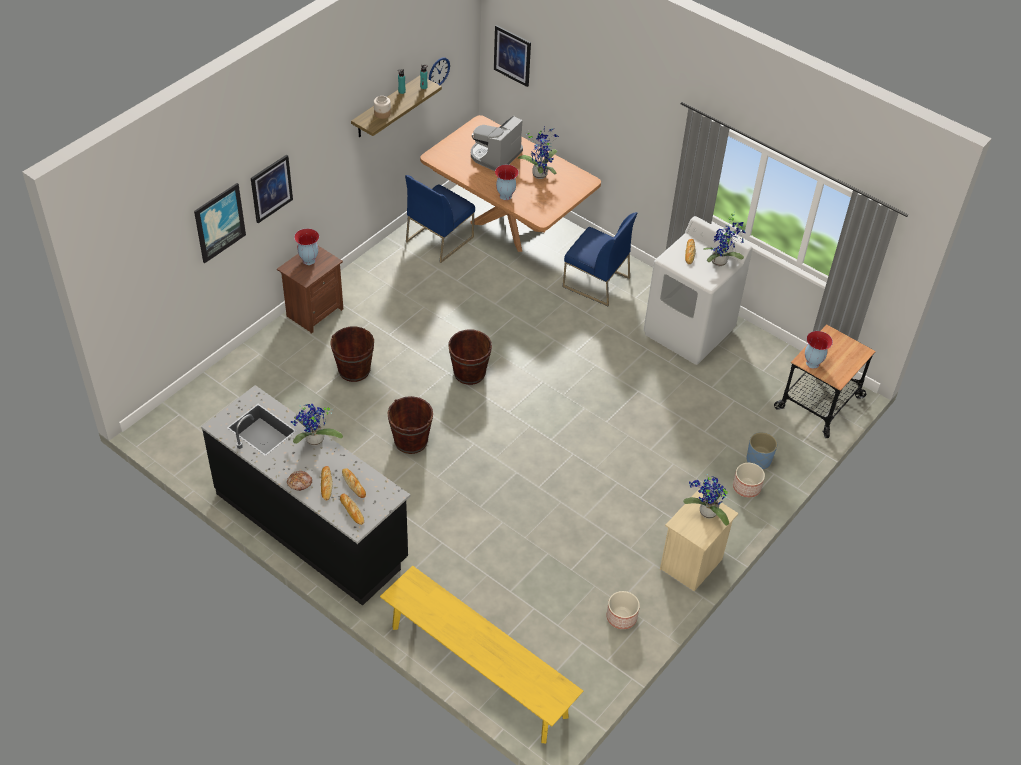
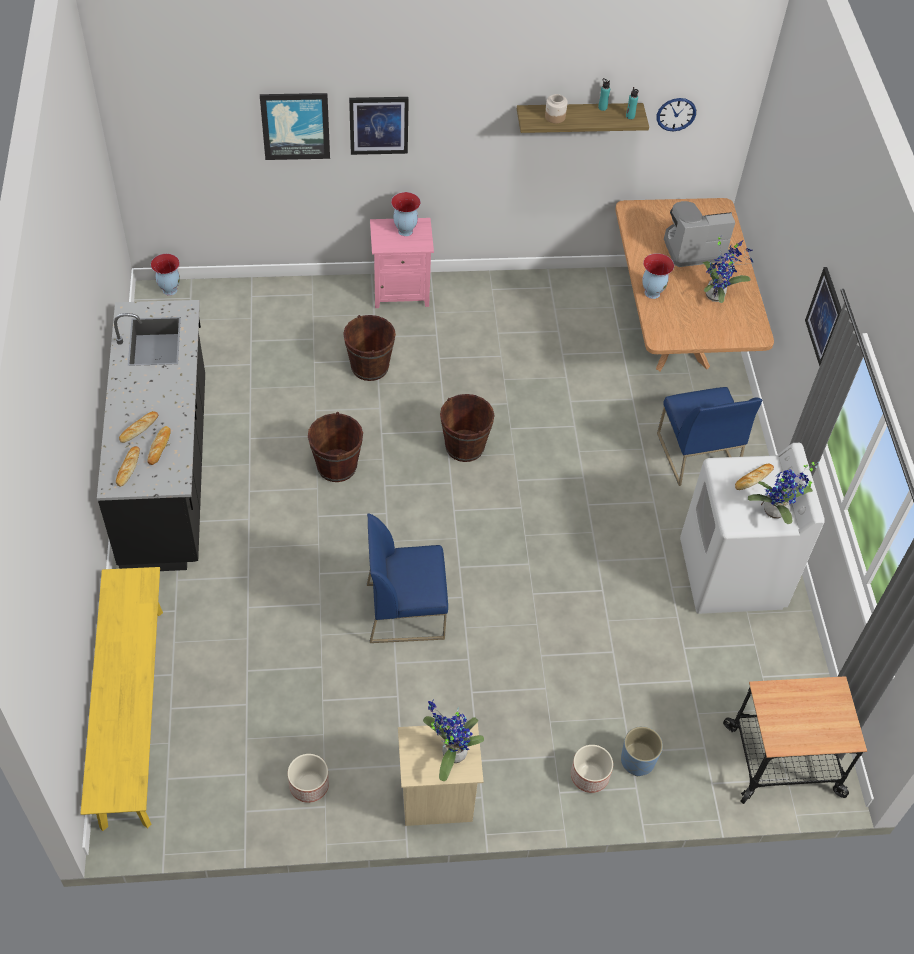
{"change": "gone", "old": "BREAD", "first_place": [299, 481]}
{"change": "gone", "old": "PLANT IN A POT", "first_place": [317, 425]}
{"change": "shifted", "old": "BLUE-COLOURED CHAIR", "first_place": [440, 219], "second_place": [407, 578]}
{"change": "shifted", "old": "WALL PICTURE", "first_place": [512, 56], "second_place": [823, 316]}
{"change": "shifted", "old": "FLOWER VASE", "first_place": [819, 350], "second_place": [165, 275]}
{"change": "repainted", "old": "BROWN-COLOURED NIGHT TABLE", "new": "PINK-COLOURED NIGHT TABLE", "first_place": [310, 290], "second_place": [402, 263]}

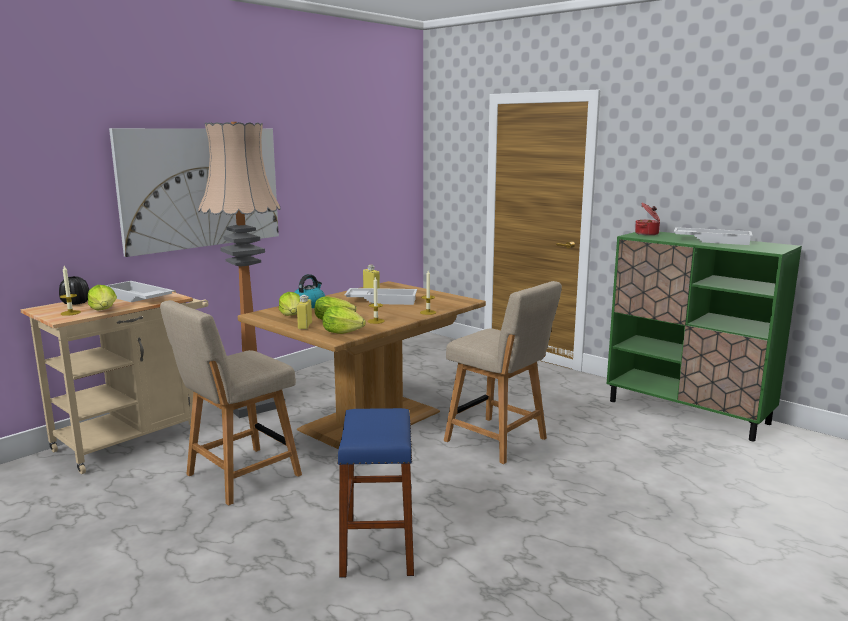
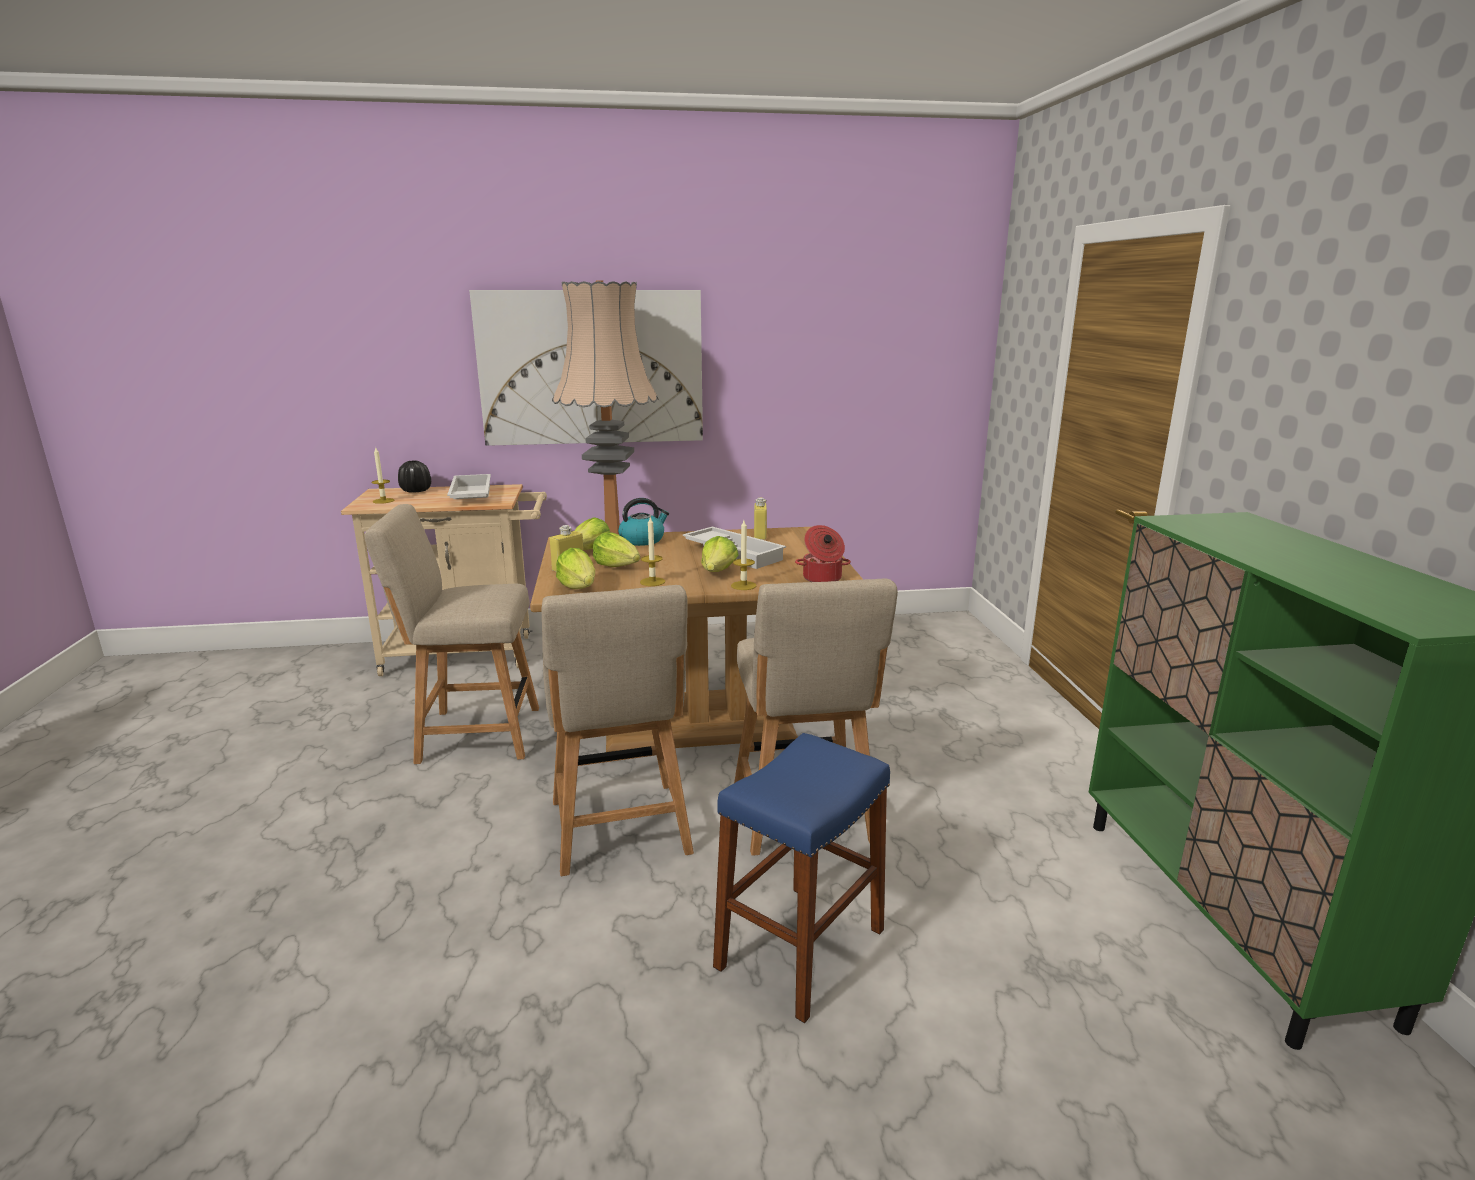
{"change": "gone", "old": "WHITISH TRAY", "first_place": [713, 236]}
{"change": "new", "new": "BEIGE CHAIR", "second_place": [617, 730]}
{"change": "shifted", "old": "HEAD OF LETTUCE", "first_place": [102, 298], "second_place": [720, 554]}
{"change": "shifted", "old": "BLUE-COLOURED STOOL", "first_place": [375, 493], "second_place": [801, 878]}
{"change": "shifted", "old": "SAUCEPOT", "first_place": [647, 219], "second_place": [823, 553]}

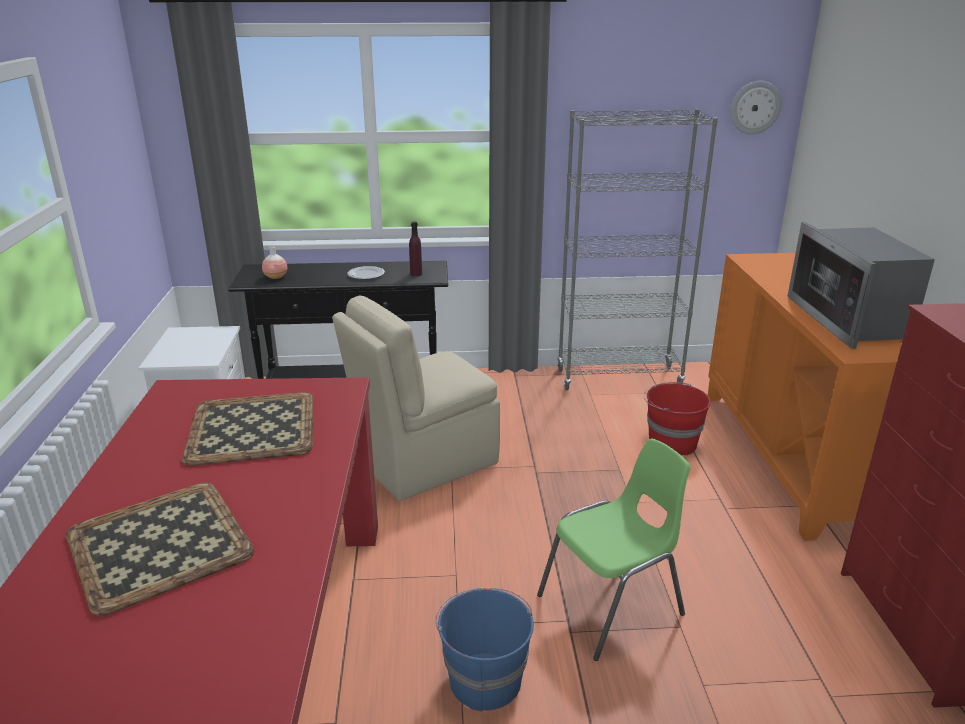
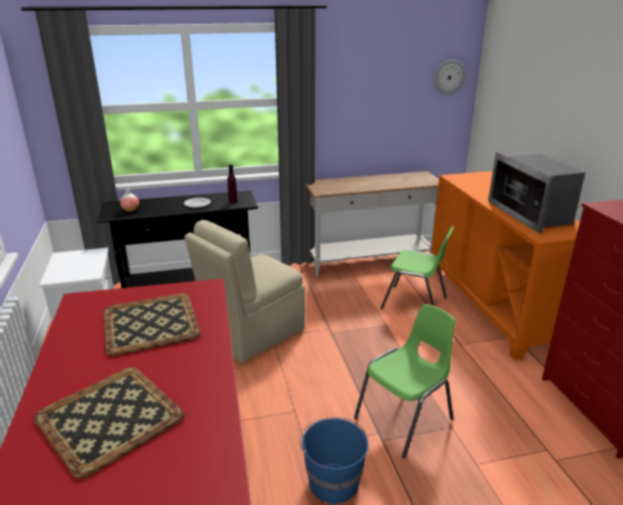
{"change": "swapped", "old": "GREY SHELVING UNIT", "new": "WHITISH NARROW TABLE", "first_place": [637, 249], "second_place": [372, 224]}
{"change": "swapped", "old": "REDDISH WATER BUCKET", "new": "GREEN-COLOURED CHAIR", "first_place": [677, 419], "second_place": [417, 268]}

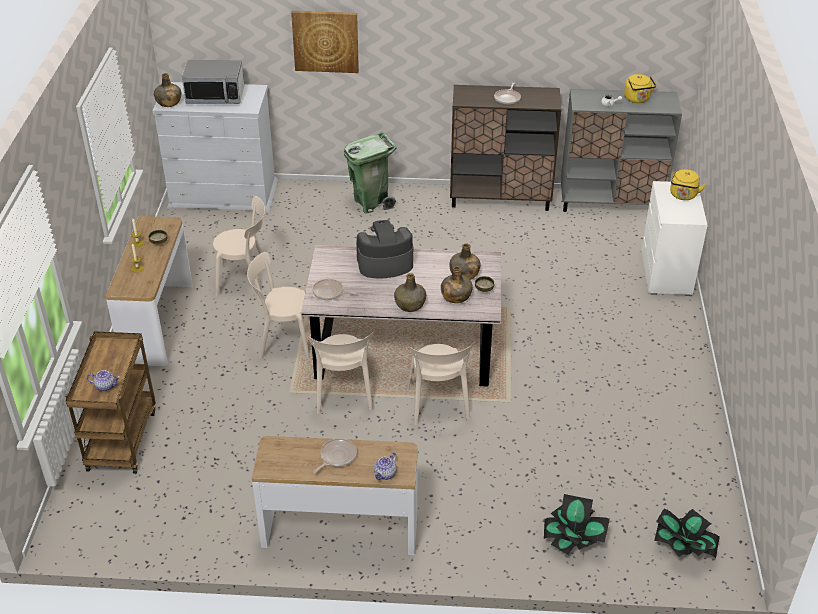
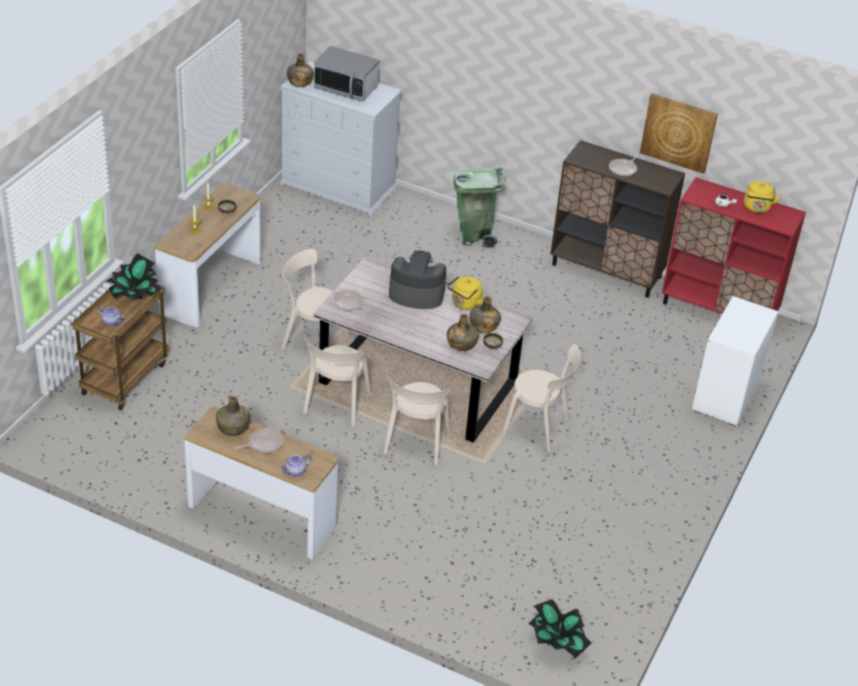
{"change": "shifted", "old": "BEIGE CHAIR", "first_place": [239, 246], "second_place": [541, 398]}
{"change": "shifted", "old": "WALL PICTURE", "first_place": [325, 42], "second_place": [679, 133]}
{"change": "shifted", "old": "GREEN-COLOURED BOTTLE", "first_place": [410, 292], "second_place": [233, 416]}
{"change": "shifted", "old": "PLANT IN A POT", "first_place": [577, 524], "second_place": [133, 276]}
{"change": "shifted", "old": "YELLOW WATER KETTLE", "first_place": [688, 184], "second_place": [465, 293]}
{"change": "repainted", "old": "GREY CUPBOARD", "new": "REDDISH CUPBOARD", "first_place": [621, 150], "second_place": [734, 245]}

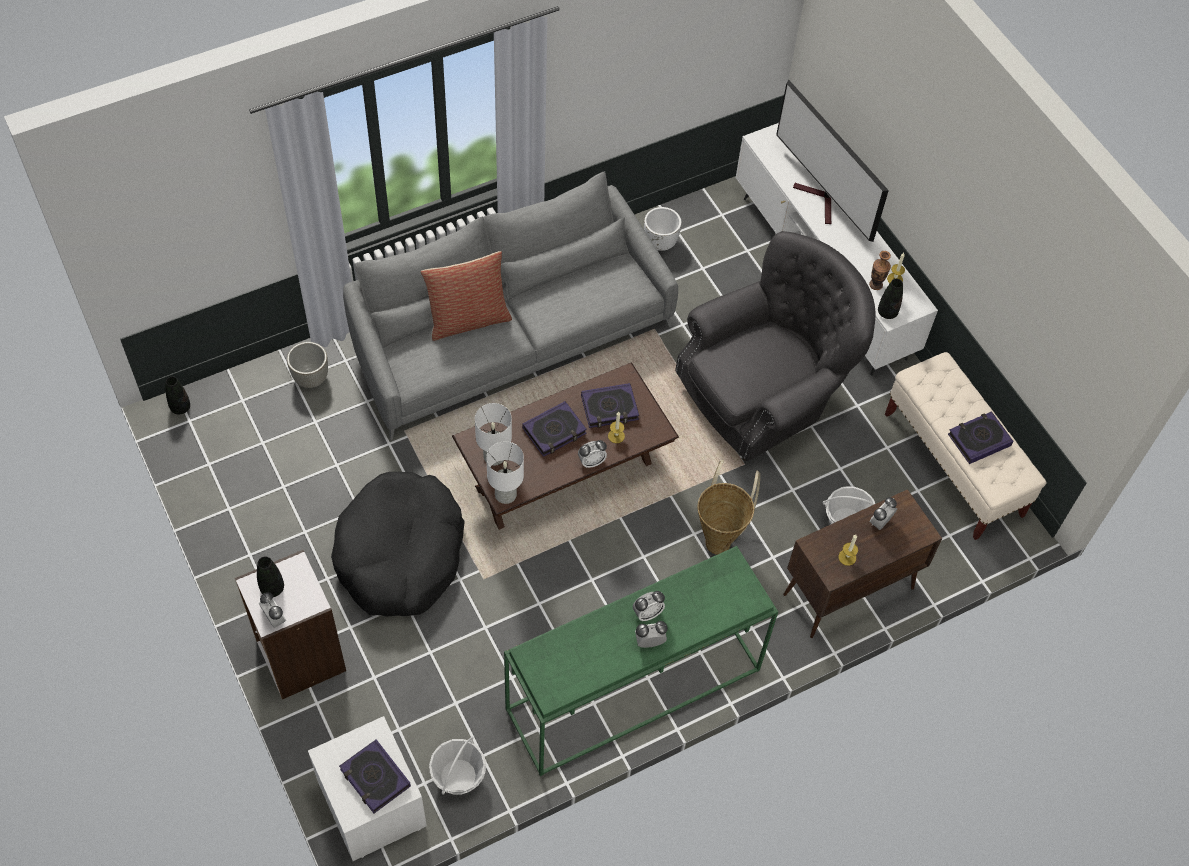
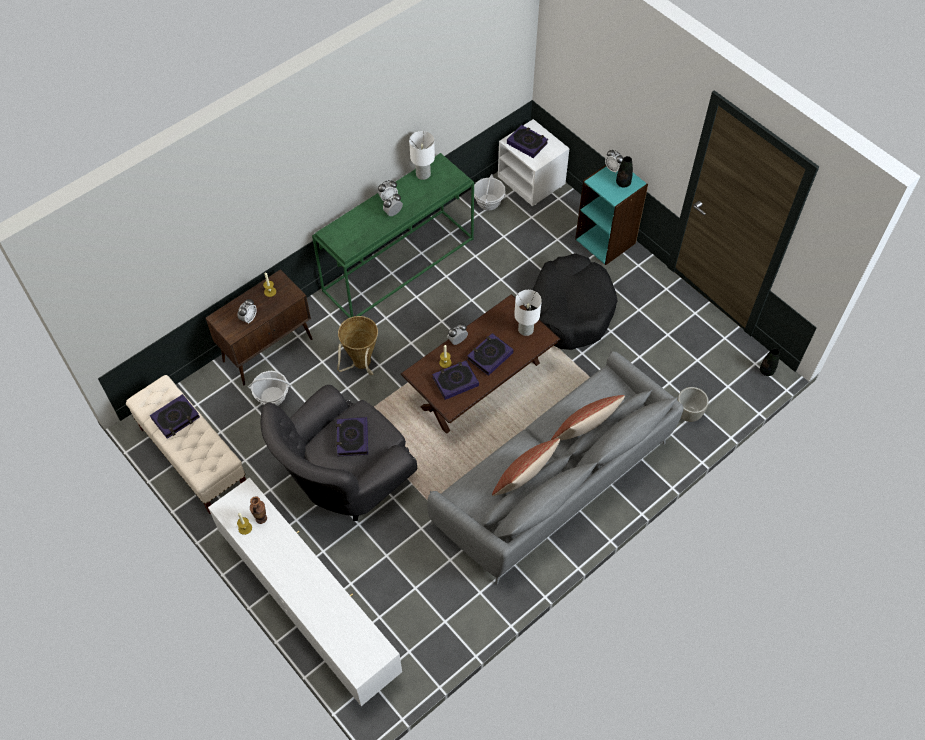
{"change": "gone", "old": "WHITISH FLOWER POT", "first_place": [663, 229]}
{"change": "gone", "old": "TV", "first_place": [832, 160]}
{"change": "gone", "old": "BLACK-COLOURED FLOWER VASE", "first_place": [890, 299]}
{"change": "new", "new": "BOOK", "second_place": [352, 436]}
{"change": "new", "new": "THROW PILLOW", "second_place": [526, 467]}
{"change": "shifted", "old": "WHITISH TABLE LAMP", "first_place": [505, 472], "second_place": [422, 155]}
{"change": "repainted", "old": "WHITISH SHELVING UNIT", "new": "BLUE-GREEN SHELVING UNIT", "first_place": [290, 624], "second_place": [611, 215]}

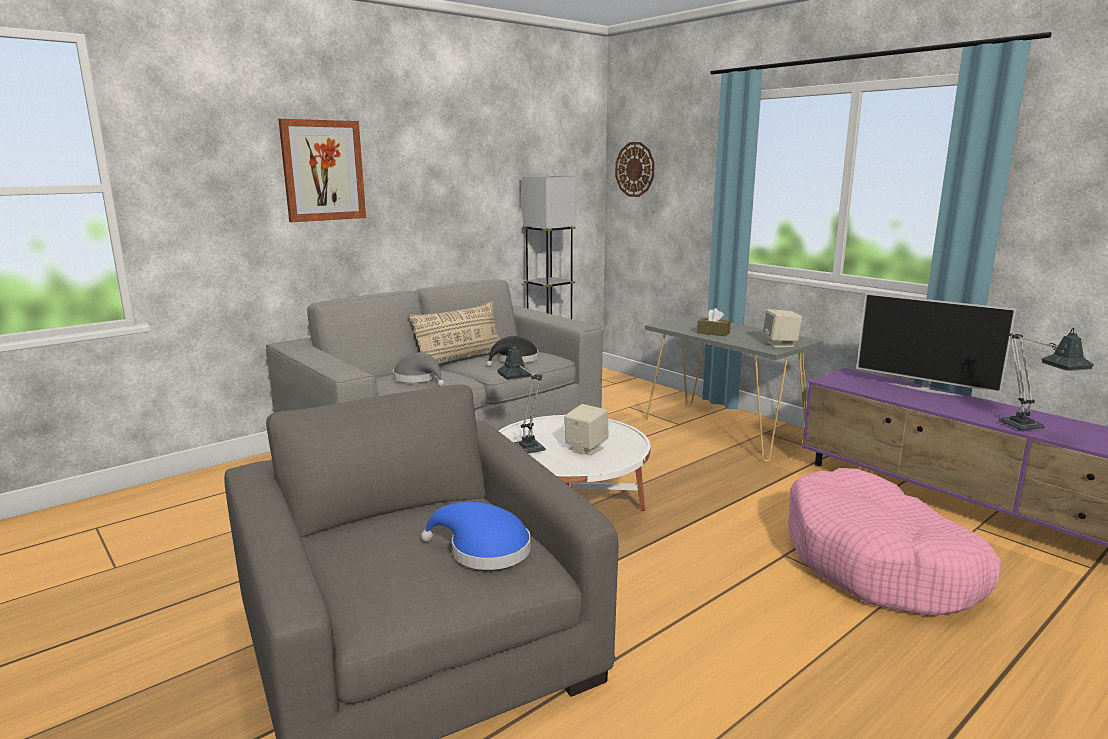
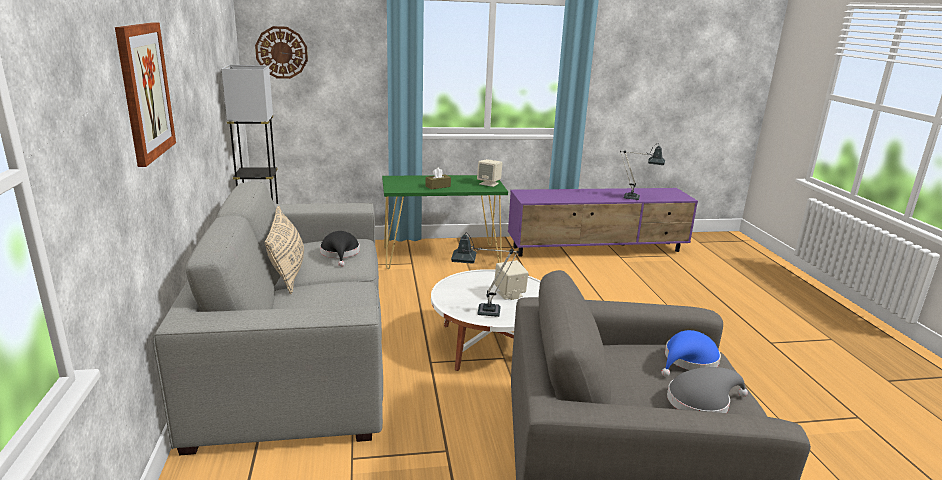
{"change": "gone", "old": "PINK-COLOURED DOG CUSHION", "first_place": [894, 542]}
{"change": "gone", "old": "TV", "first_place": [936, 345]}
{"change": "shifted", "old": "GREY CLOTHING HAT", "first_place": [419, 369], "second_place": [707, 390]}
{"change": "repainted", "old": "GREY NARROW TABLE", "new": "GREEN-COLOURED NARROW TABLE", "first_place": [734, 388], "second_place": [445, 222]}

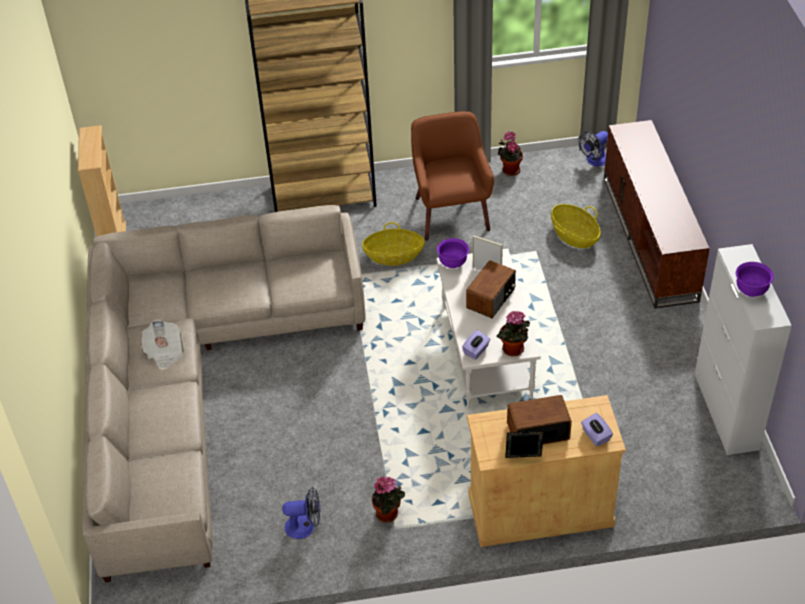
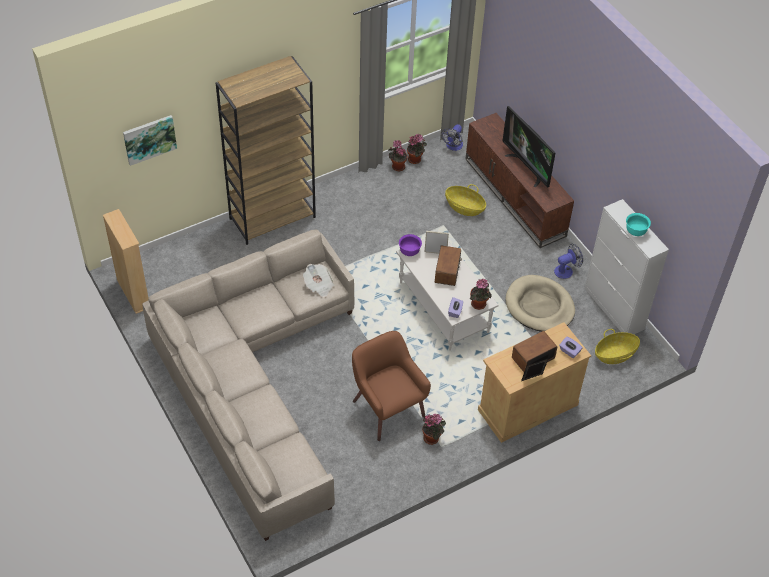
{"change": "new", "new": "WALL PICTURE", "second_place": [150, 140]}
{"change": "new", "new": "PLANT IN A POT", "second_place": [417, 149]}
{"change": "new", "new": "TV", "second_place": [529, 147]}
{"change": "new", "new": "BEIGE DOG CUSHION", "second_place": [540, 303]}
{"change": "shifted", "old": "PRINTED PAPER", "first_place": [163, 344], "second_place": [318, 281]}
{"change": "shifted", "old": "COOLING FAN", "first_place": [301, 513], "second_place": [568, 261]}
{"change": "shifted", "old": "STORAGE BASKET", "first_place": [393, 244], "second_place": [617, 346]}
{"change": "shifted", "old": "BROWN-COLOURED ARMCHAIR", "first_place": [452, 176], "second_place": [391, 386]}
{"change": "repainted", "old": "PURPLISH BOWL", "new": "BLUE-GREEN BOWL", "first_place": [755, 279], "second_place": [638, 224]}

